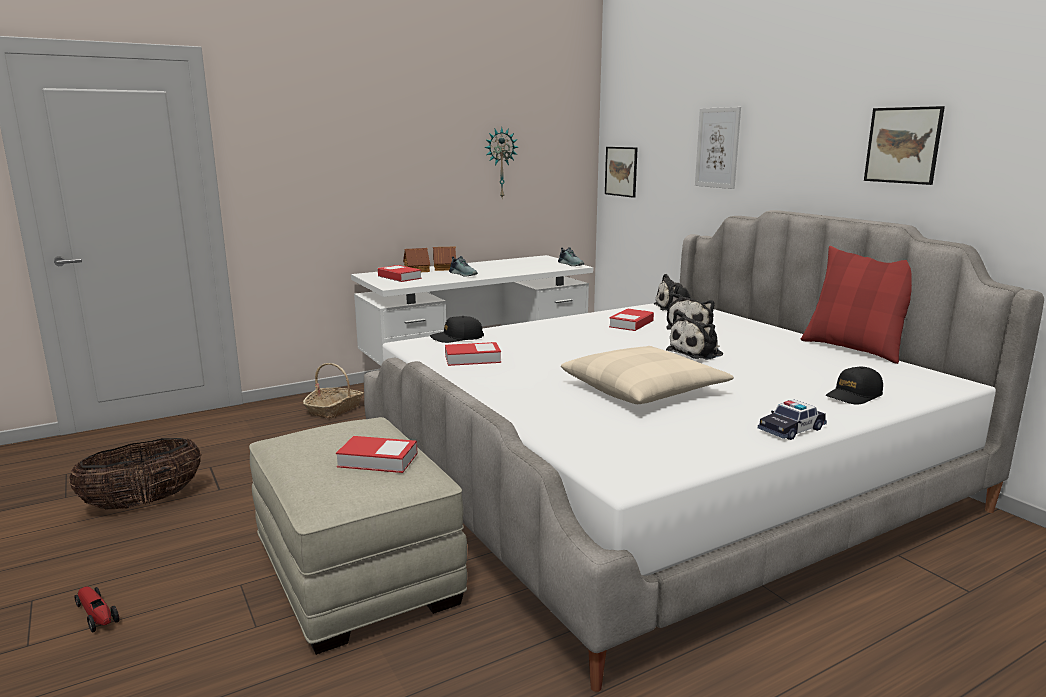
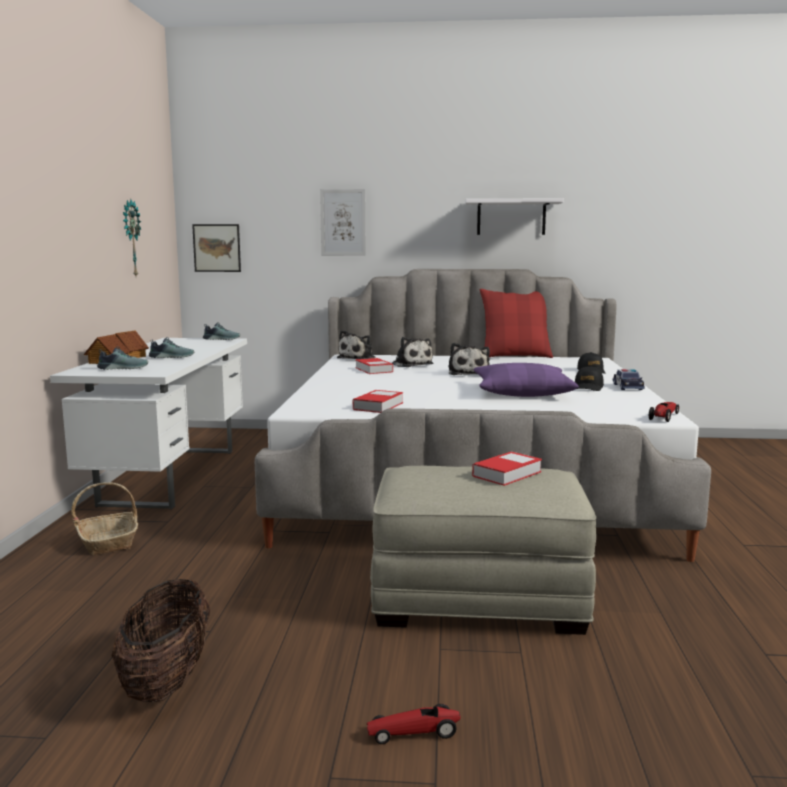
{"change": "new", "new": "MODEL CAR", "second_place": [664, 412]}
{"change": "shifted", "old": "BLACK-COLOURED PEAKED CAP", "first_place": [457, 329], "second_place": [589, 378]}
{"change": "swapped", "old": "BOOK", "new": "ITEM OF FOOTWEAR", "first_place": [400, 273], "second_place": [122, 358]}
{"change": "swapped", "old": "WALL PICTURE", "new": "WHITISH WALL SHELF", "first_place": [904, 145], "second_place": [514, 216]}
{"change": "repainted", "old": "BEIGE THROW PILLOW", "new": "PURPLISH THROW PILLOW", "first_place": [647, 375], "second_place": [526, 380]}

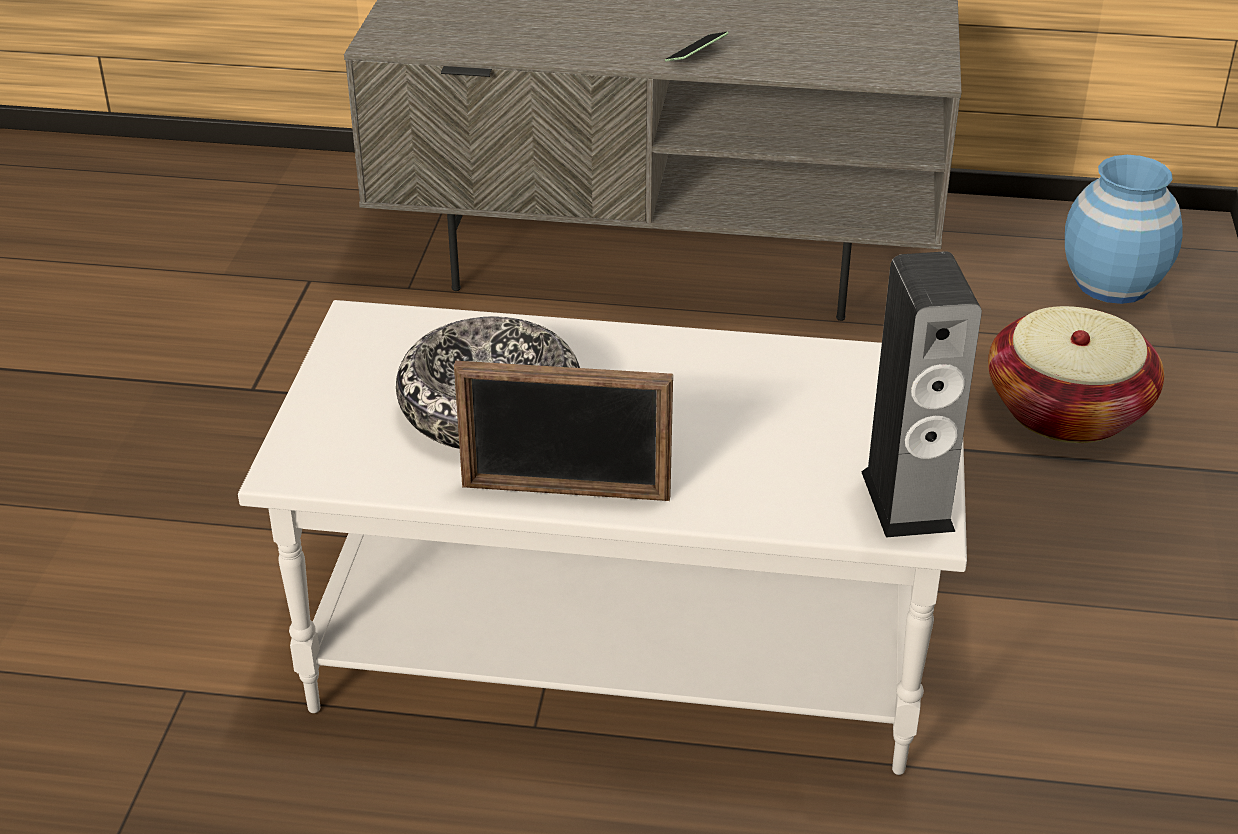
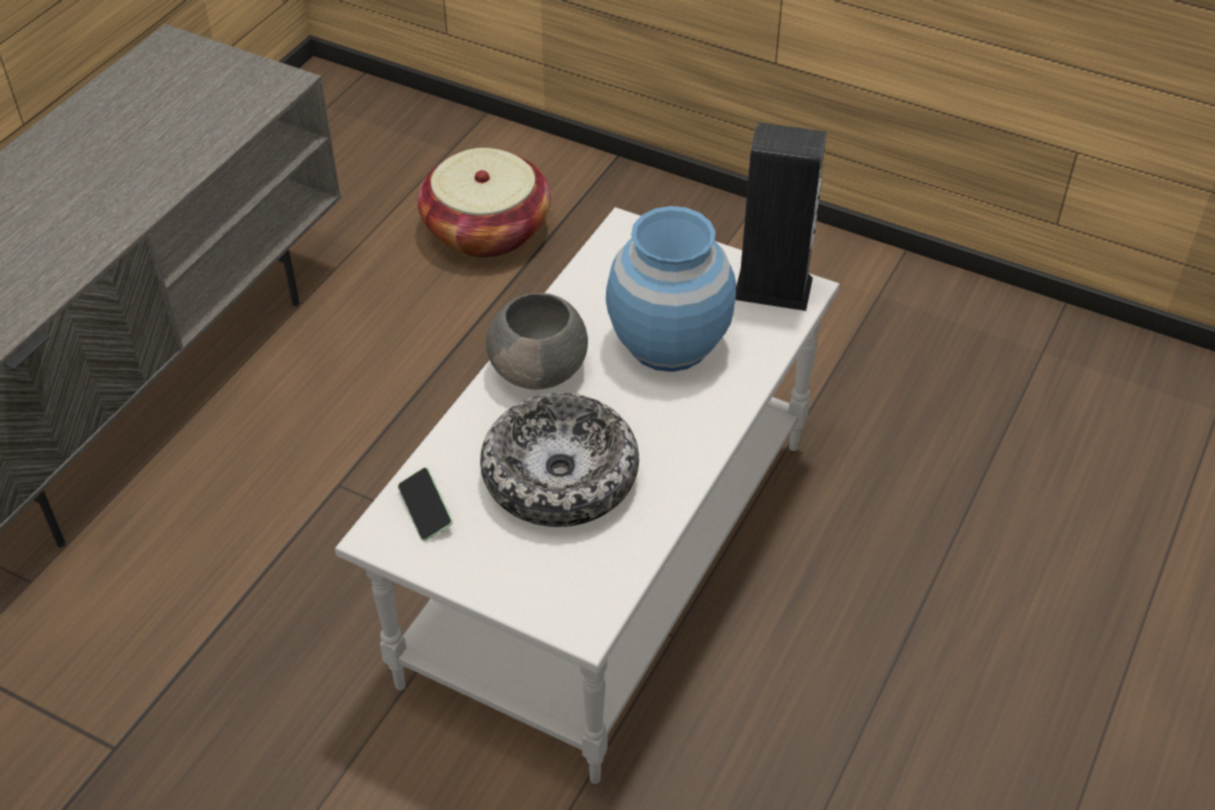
{"change": "gone", "old": "PICTURE FRAME", "first_place": [563, 431]}
{"change": "new", "new": "GREY BOWL", "second_place": [537, 341]}
{"change": "shifted", "old": "HANDSET", "first_place": [697, 47], "second_place": [425, 504]}
{"change": "shifted", "old": "BLUE-COLOURED FLOWER VASE", "first_place": [1124, 229], "second_place": [671, 289]}

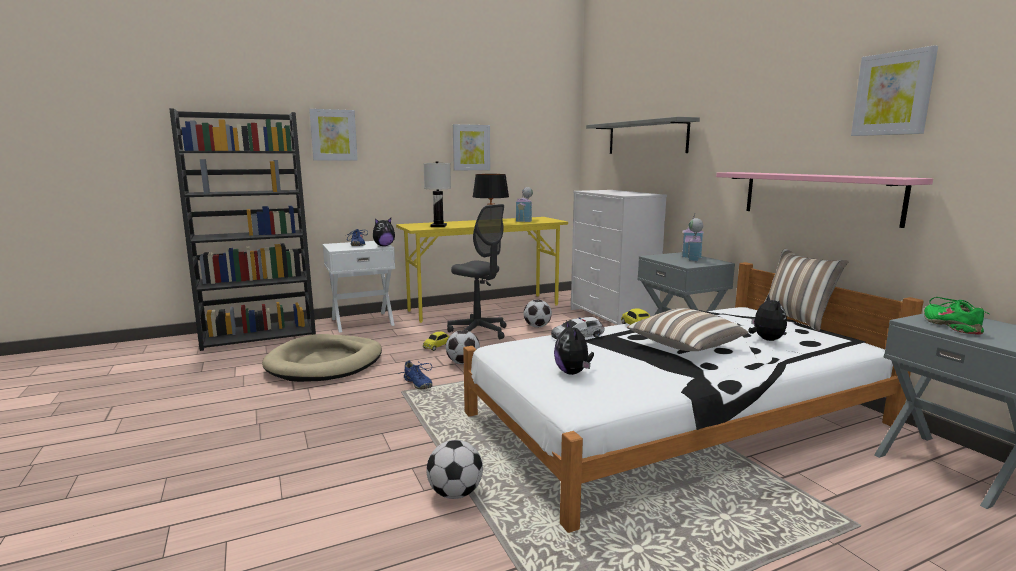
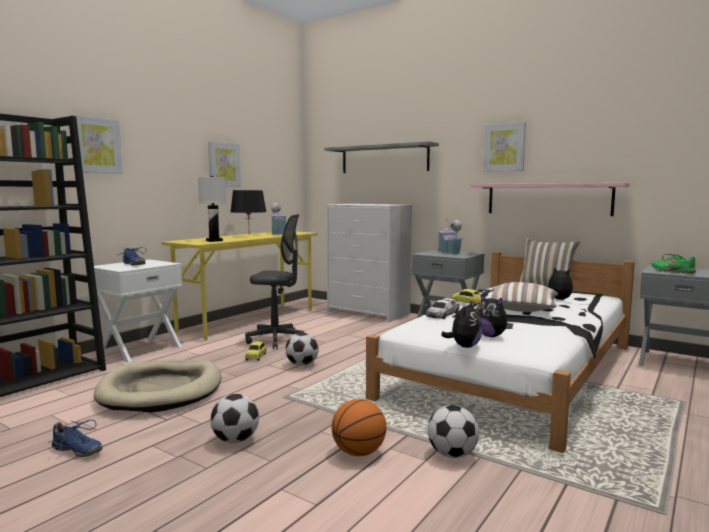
{"change": "new", "new": "BASKETBALL", "second_place": [359, 427]}
{"change": "shifted", "old": "PLUSH TOY", "first_place": [384, 232], "second_place": [461, 324]}
{"change": "shifted", "old": "BLUE-COLOURED ITEM OF FOOTWEAR", "first_place": [415, 374], "second_place": [75, 438]}
{"change": "shifted", "old": "FOOTBALL", "first_place": [537, 313], "second_place": [234, 418]}
{"change": "shifted", "old": "WALL PICTURE", "first_place": [894, 90], "second_place": [504, 147]}

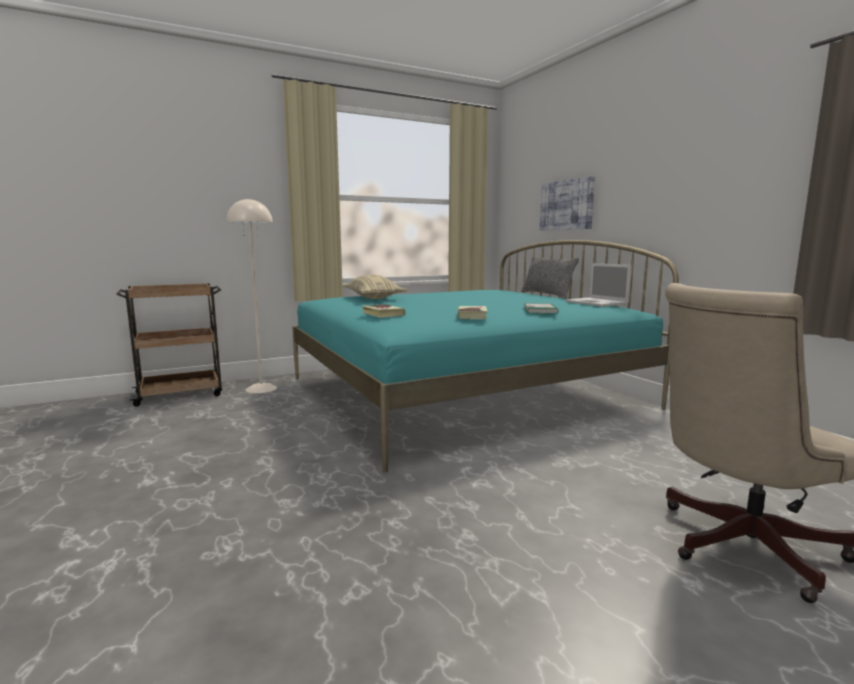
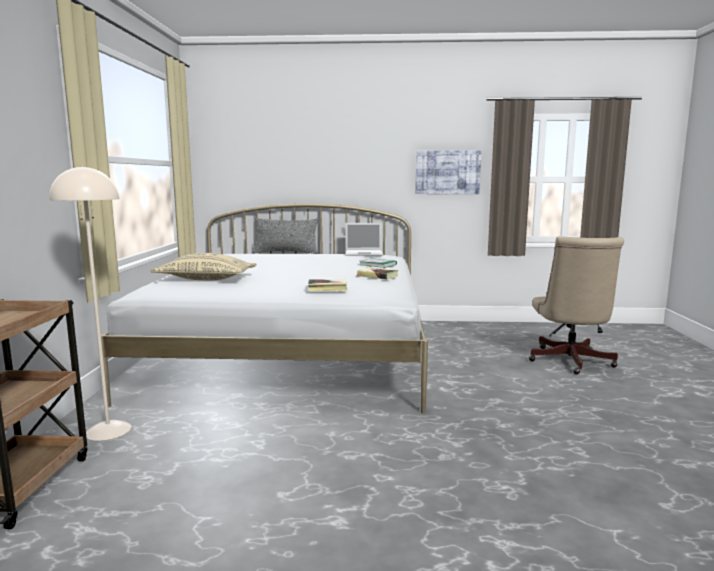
{"change": "shifted", "old": "WALL PICTURE", "first_place": [567, 203], "second_place": [448, 172]}
{"change": "repainted", "old": "BLUE-GREEN SLEEPING BED", "new": "WHITISH SLEEPING BED", "first_place": [485, 356], "second_place": [264, 308]}

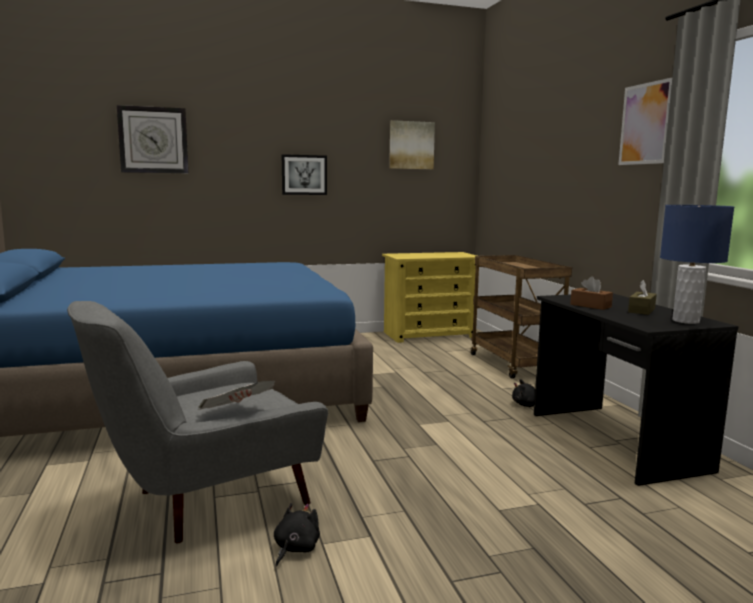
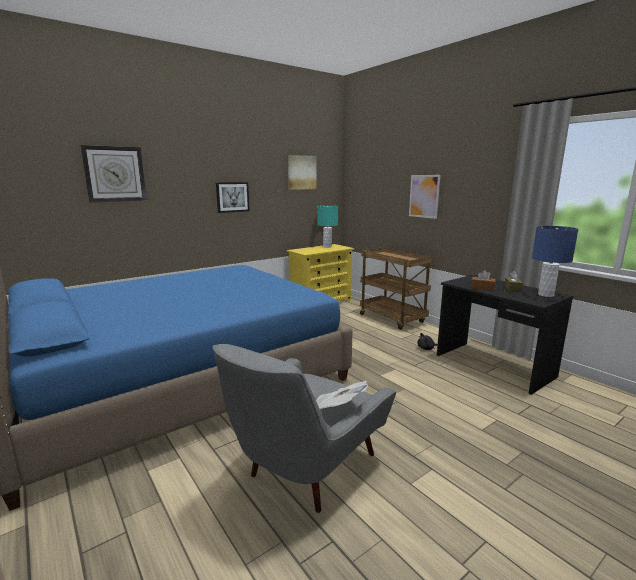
{"change": "gone", "old": "BLACK-COLOURED PLUSH TOY", "first_place": [297, 535]}
{"change": "new", "new": "BLUE-GREEN TABLE LAMP", "second_place": [327, 226]}
{"change": "shifted", "old": "WALL PICTURE", "first_place": [645, 121], "second_place": [424, 197]}

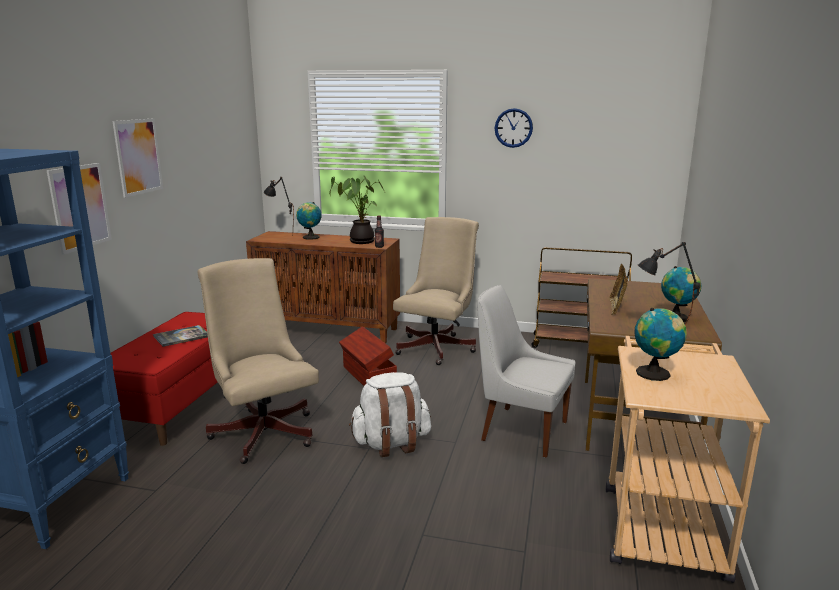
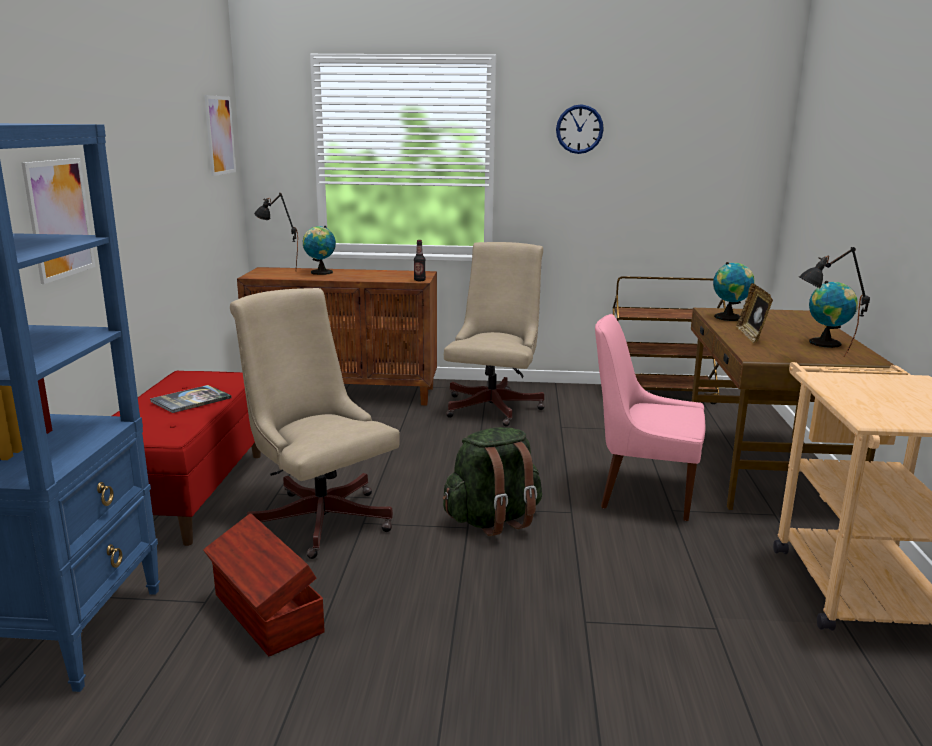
{"change": "gone", "old": "PLANT IN A POT", "first_place": [356, 209]}
{"change": "shifted", "old": "WALL PICTURE", "first_place": [137, 157], "second_place": [220, 135]}
{"change": "shifted", "old": "BROWN-COLOURED STORAGE CONTAINER", "first_place": [368, 356], "second_place": [263, 584]}
{"change": "shifted", "old": "GLOBE", "first_place": [660, 344], "second_place": [734, 291]}
{"change": "repainted", "old": "WHITISH KNAPSACK", "new": "GREEN-COLOURED KNAPSACK", "first_place": [390, 414], "second_place": [492, 481]}
{"change": "repainted", "old": "WHITISH CHAIR", "new": "PINK-COLOURED CHAIR", "first_place": [526, 371], "second_place": [650, 417]}

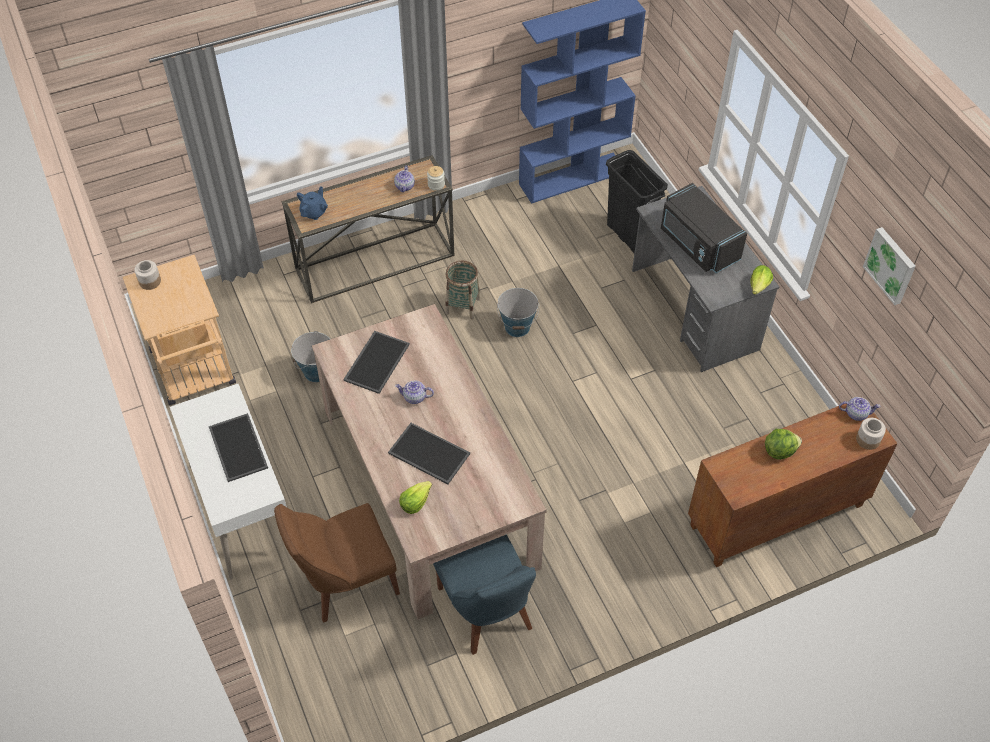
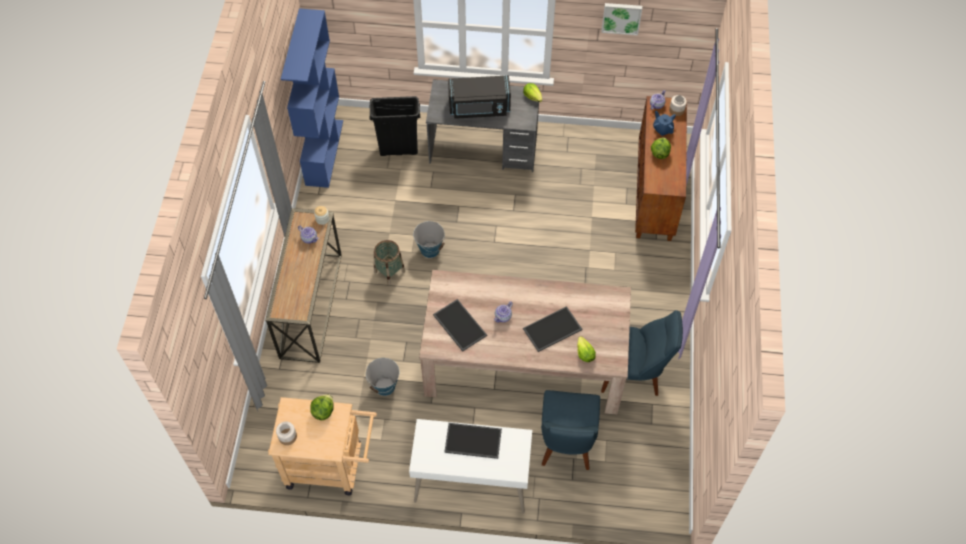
{"change": "new", "new": "HEAD OF LETTUCE", "second_place": [322, 407]}
{"change": "shifted", "old": "BLUE-COLOURED POT FOR TEA", "first_place": [312, 203], "second_place": [664, 123]}
{"change": "repainted", "old": "BROWN-COLOURED CHAIR", "new": "BLUE-COLOURED CHAIR", "first_place": [337, 563], "second_place": [570, 430]}

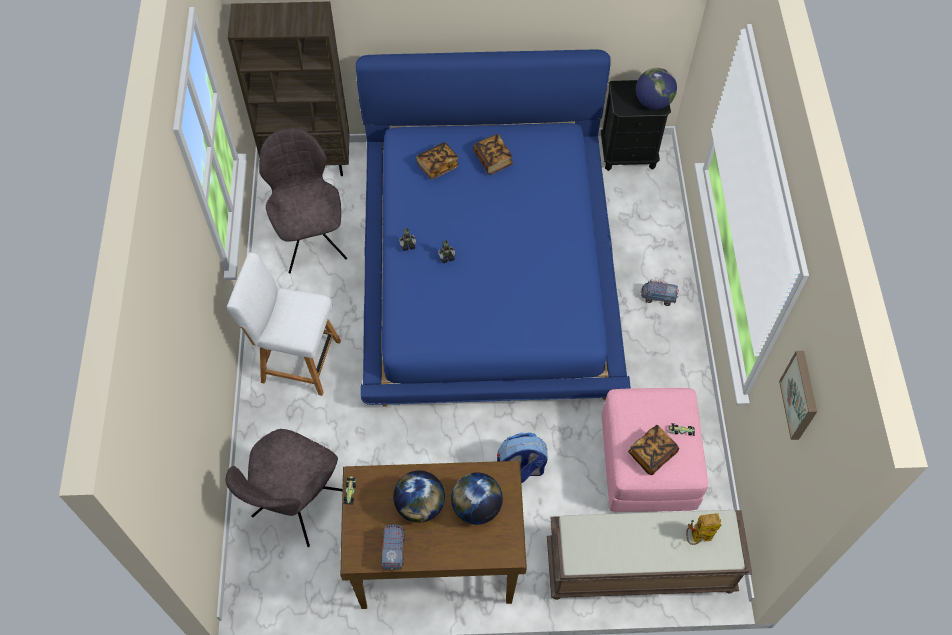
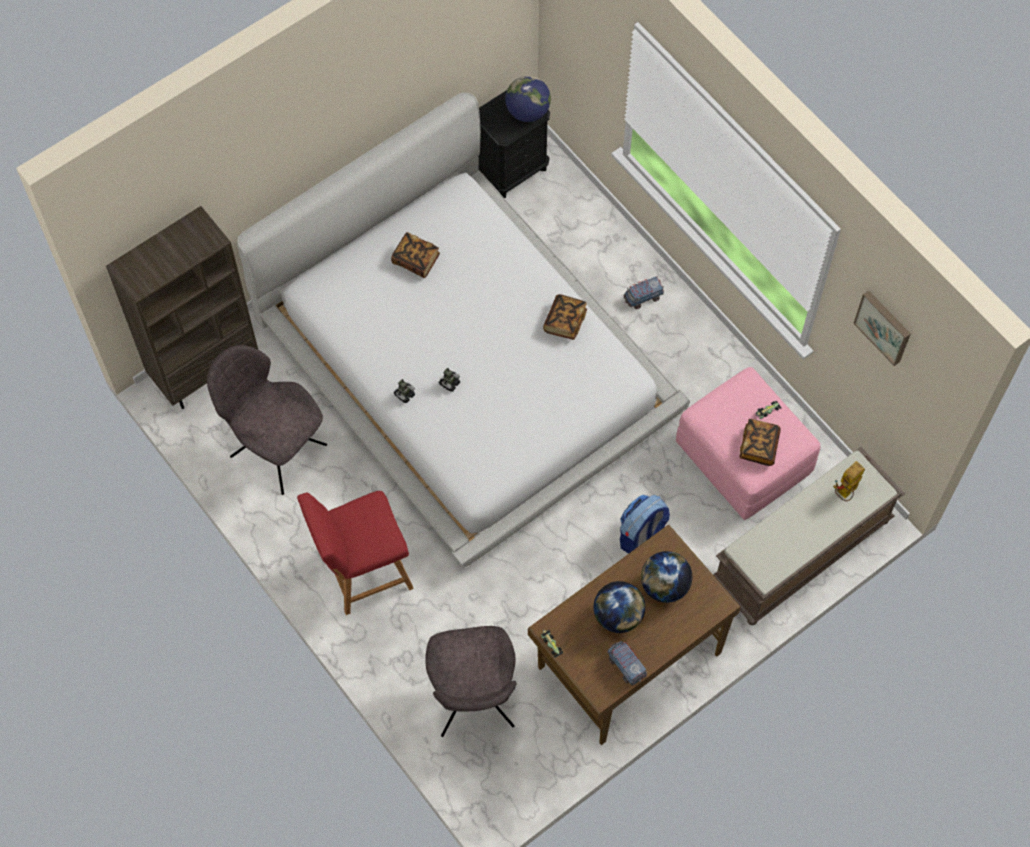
{"change": "shifted", "old": "BOOK", "first_place": [437, 160], "second_place": [565, 317]}
{"change": "repainted", "old": "WHITISH CHAIR", "new": "REDDISH CHAIR", "first_place": [284, 324], "second_place": [355, 553]}
{"change": "repainted", "old": "BLUE-COLOURED SLEEPING BED", "new": "WHITISH SLEEPING BED", "first_place": [493, 228], "second_place": [463, 330]}

